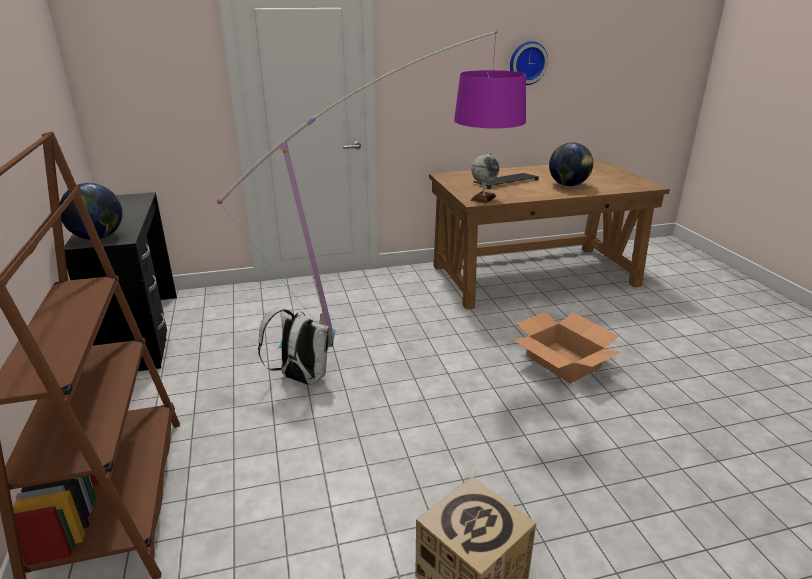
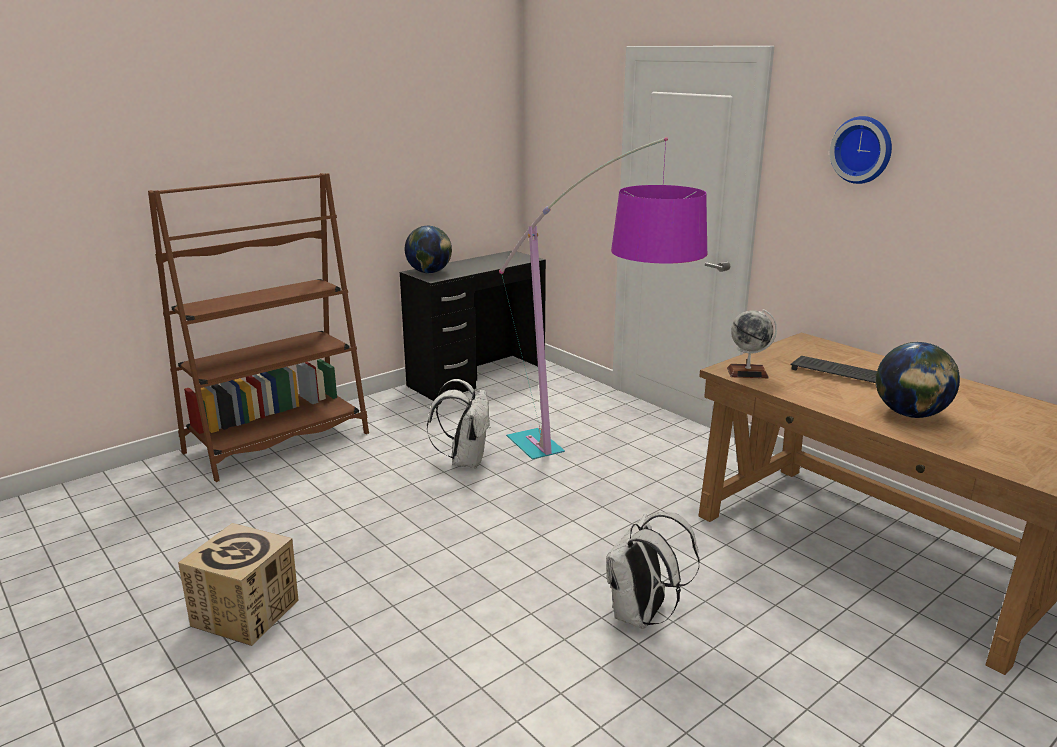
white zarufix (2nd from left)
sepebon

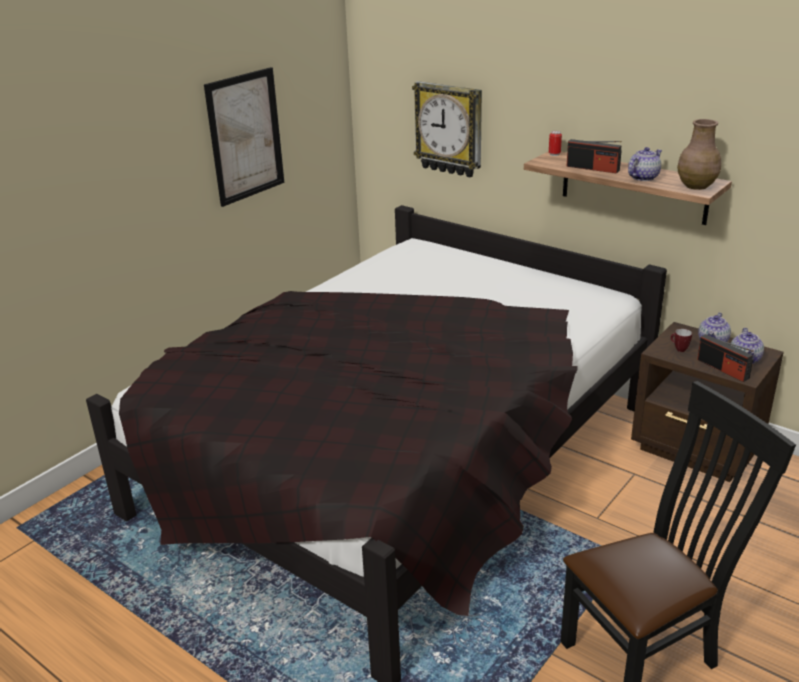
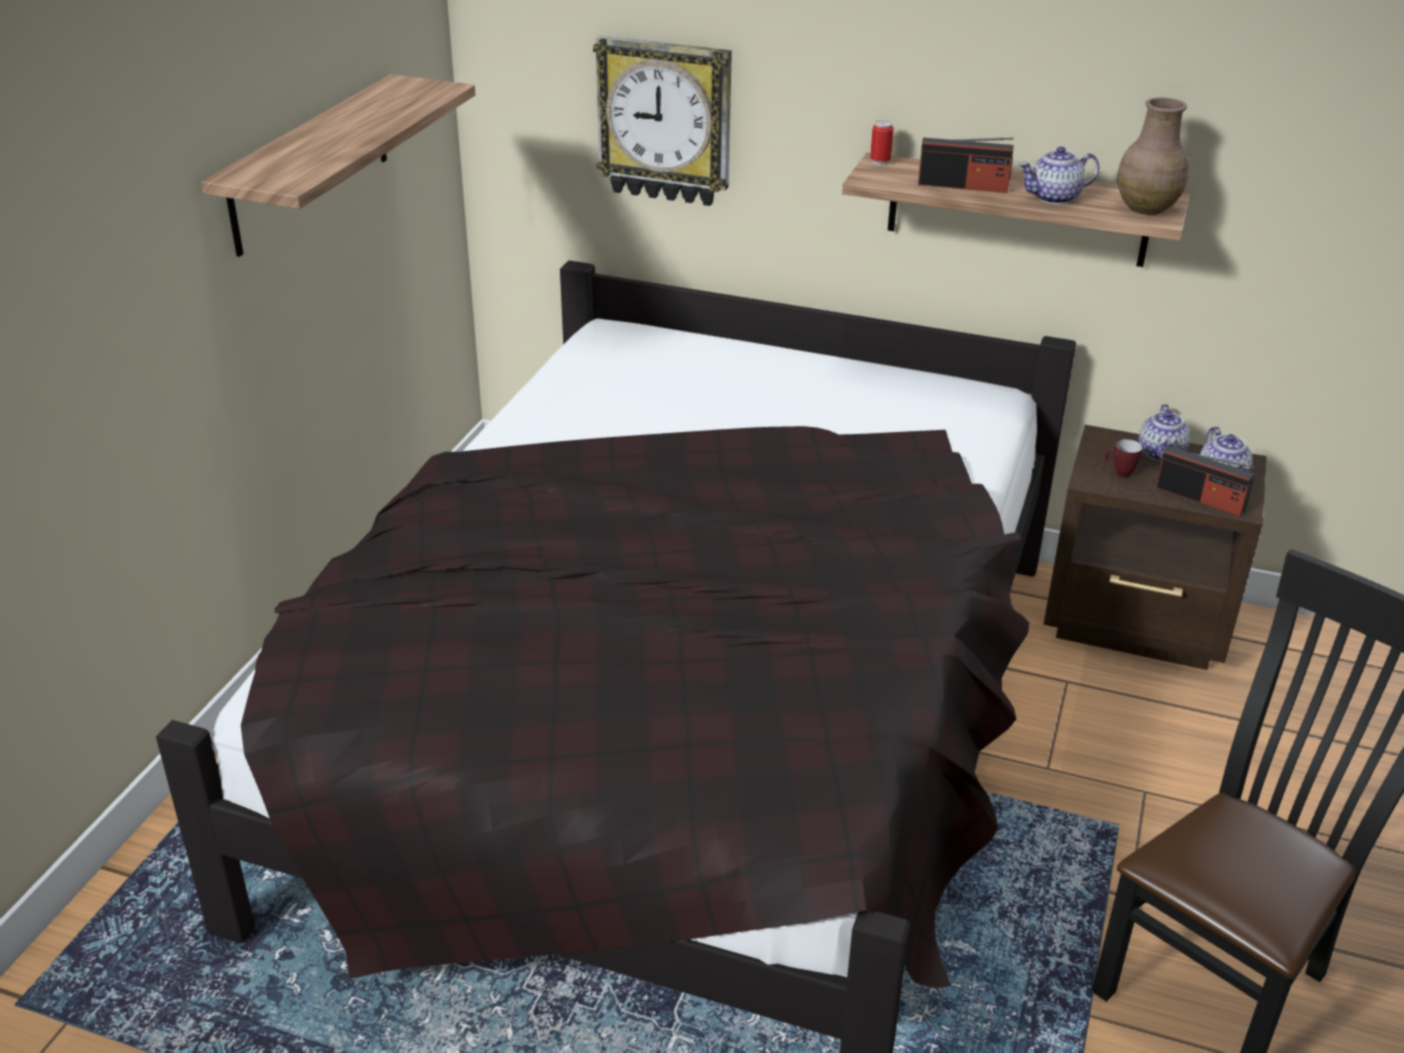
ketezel (1st from left)
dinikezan (1st from left)

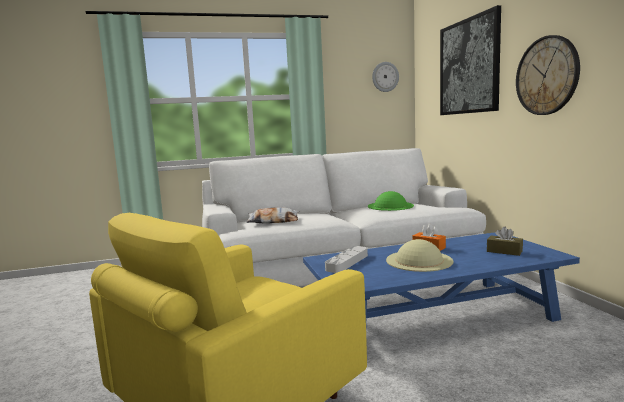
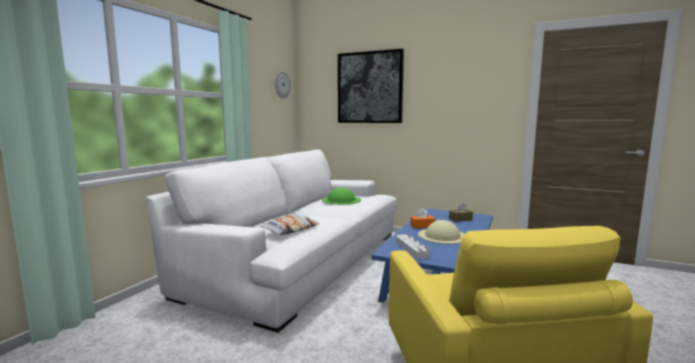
sepebon (2nd from left in the first image)

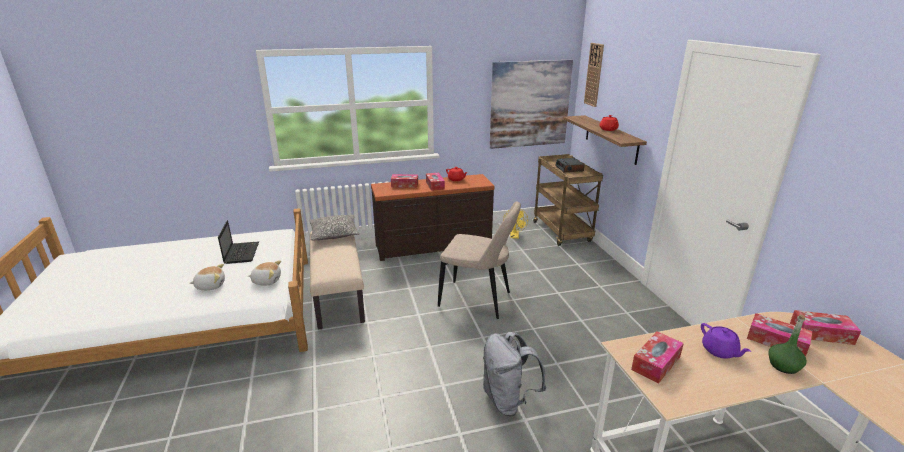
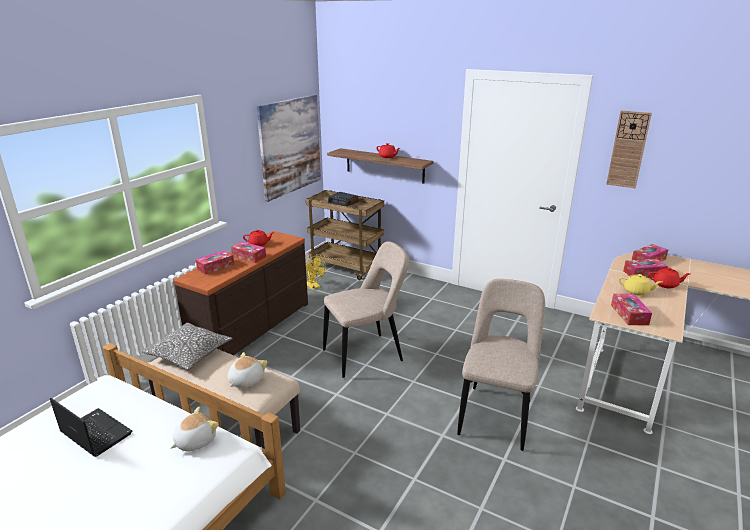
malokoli (2nd from left)
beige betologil (2nd from left)
sepebon
yellow dinikezan
red dinikezan (3rd from left)

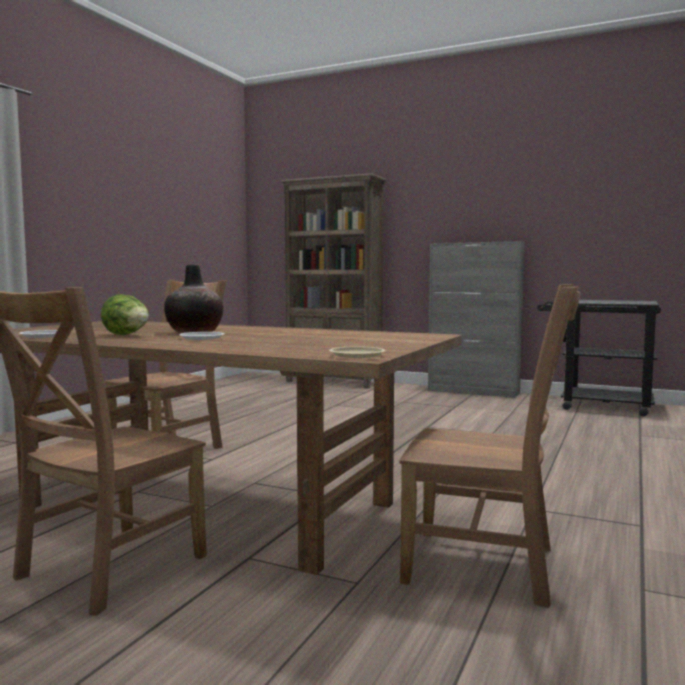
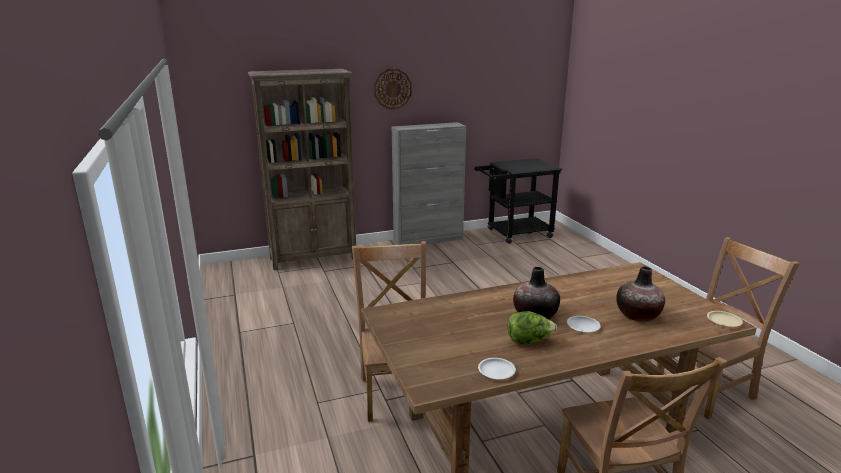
sepebon
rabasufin (2nd from left)

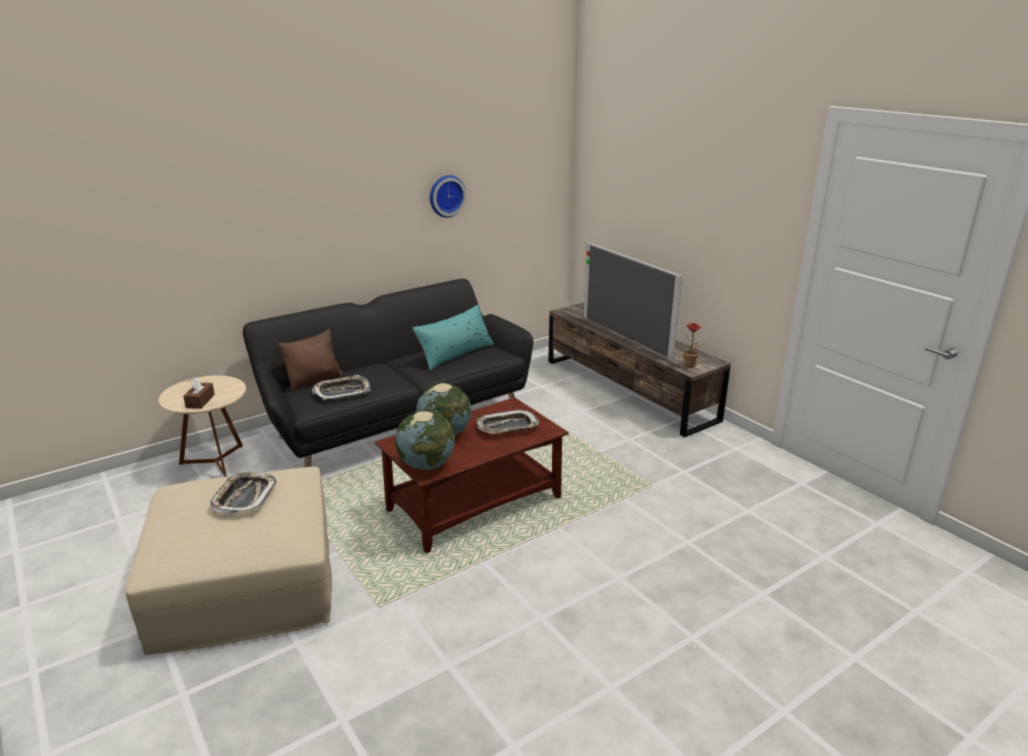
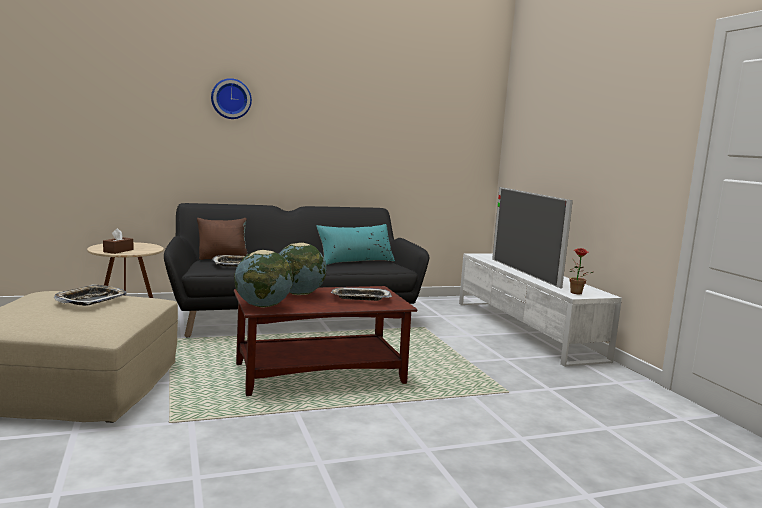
sepebon
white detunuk

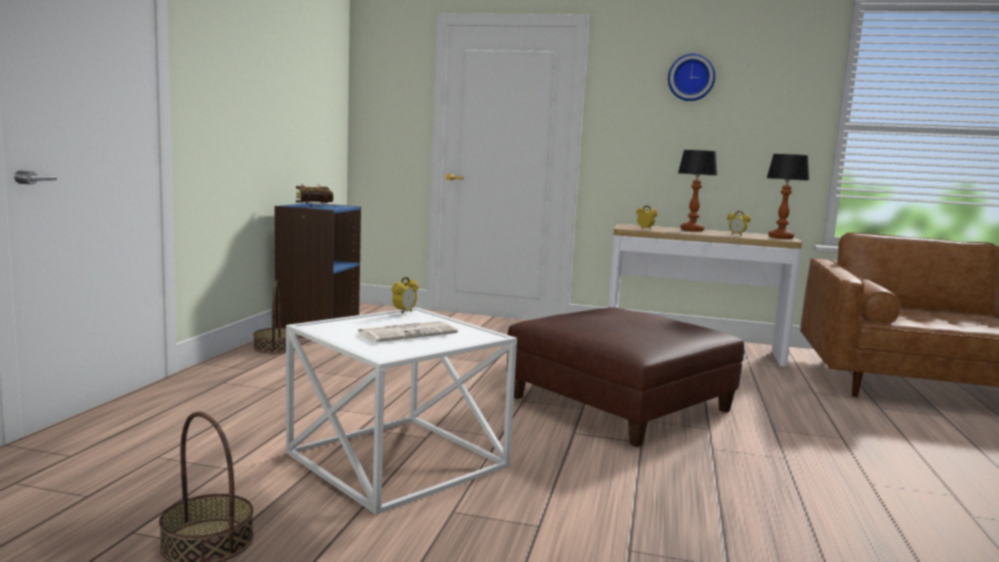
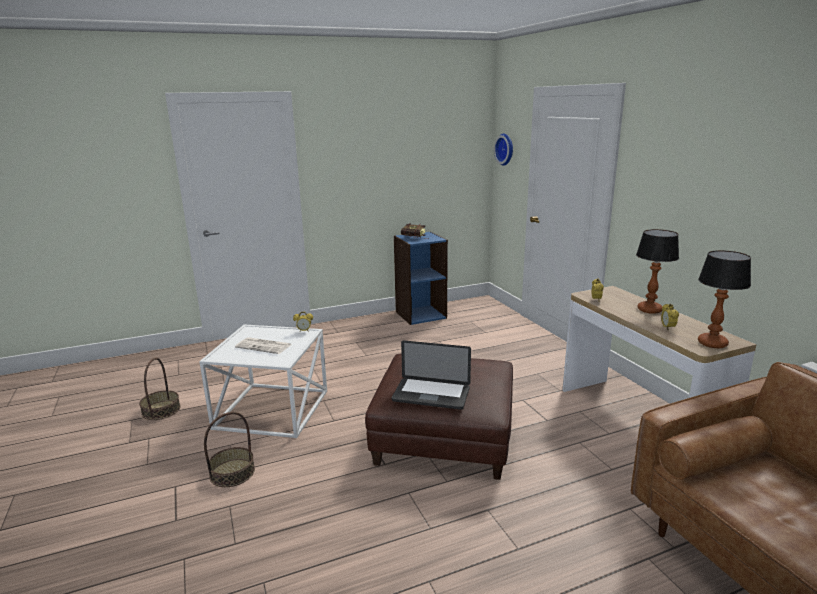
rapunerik (2nd from left)
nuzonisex
sepebon

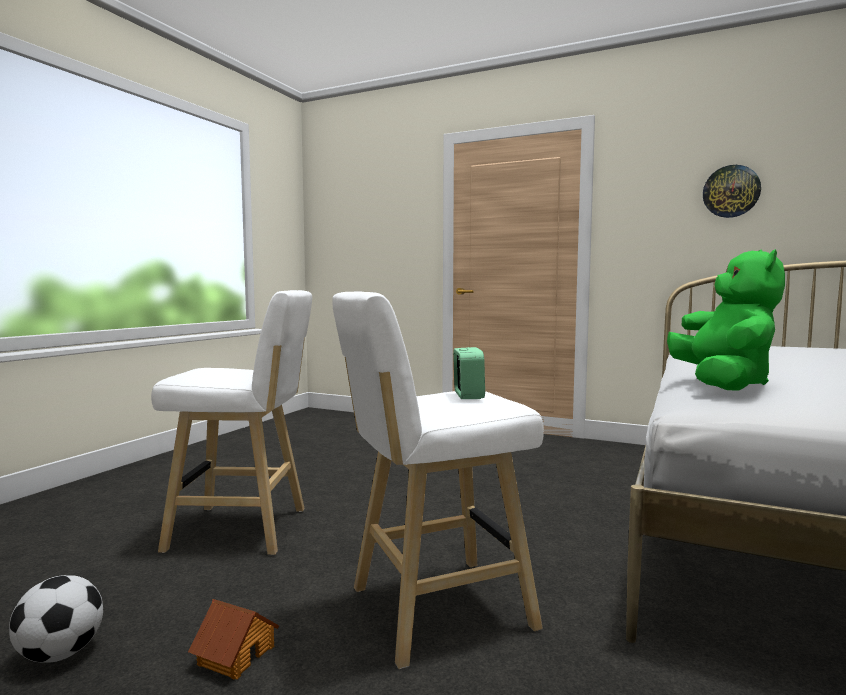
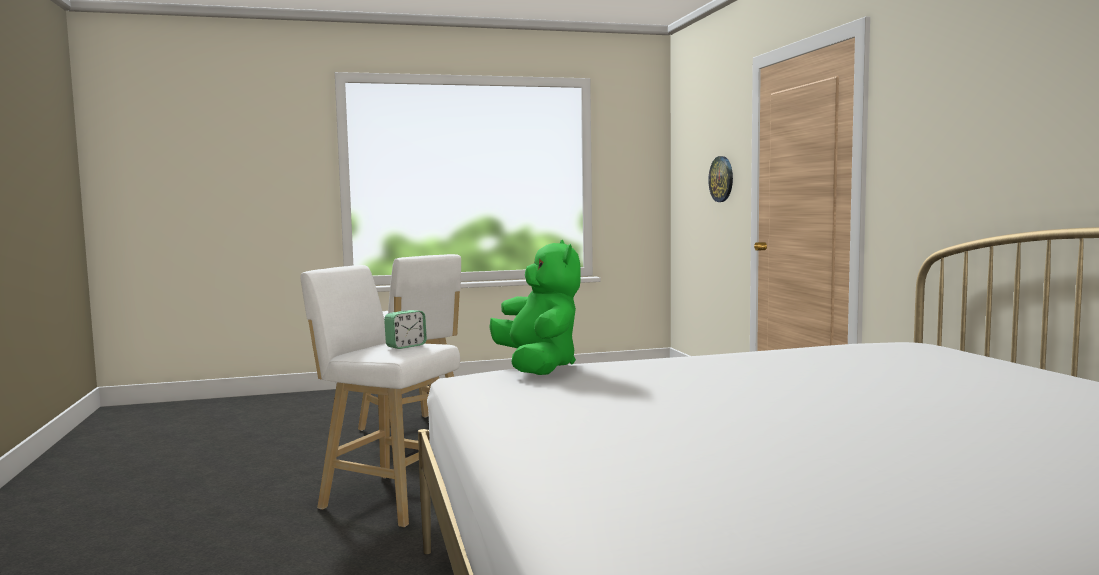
green malokoli
sepebon
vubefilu
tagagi

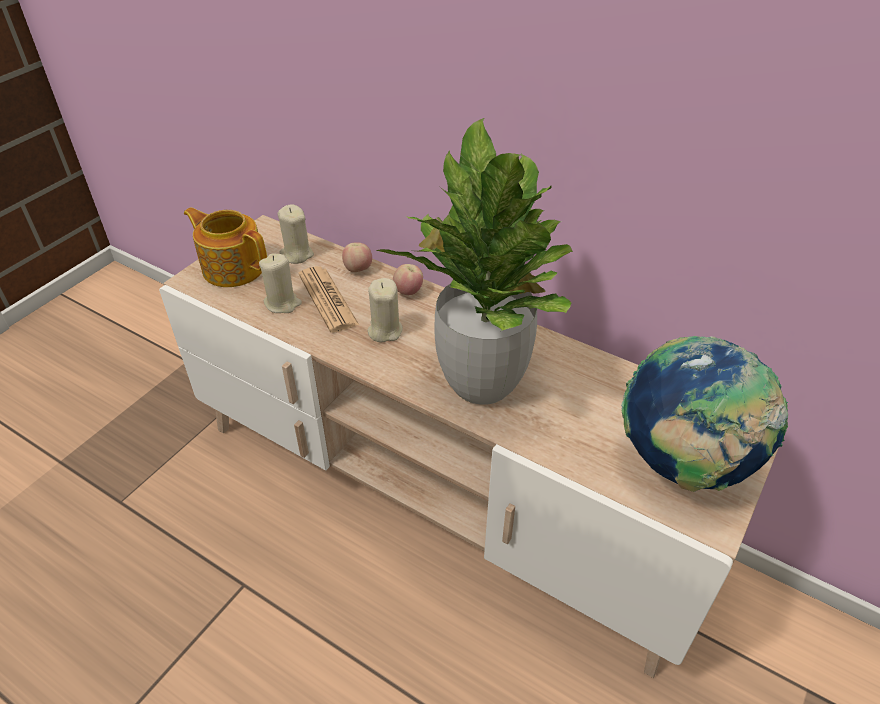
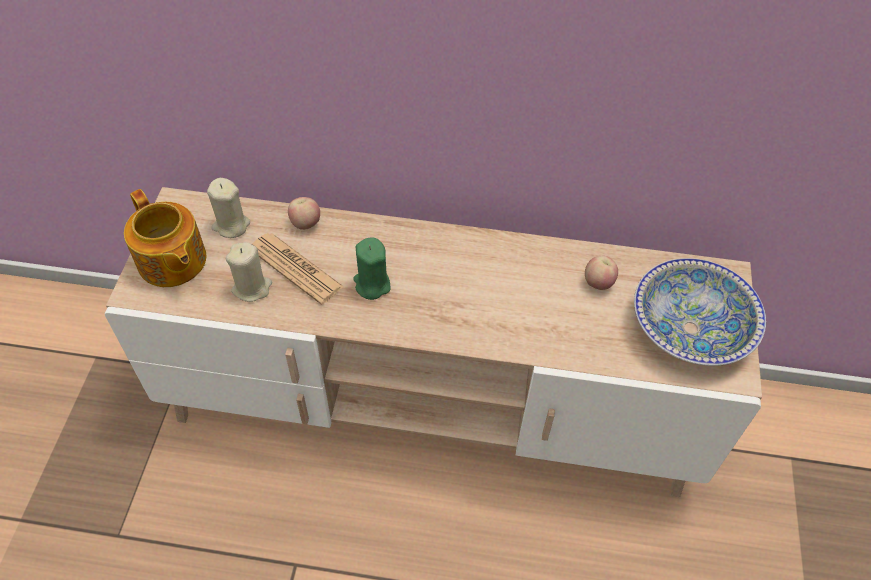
dinikezan
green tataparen
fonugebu (2nd from left)
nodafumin
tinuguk

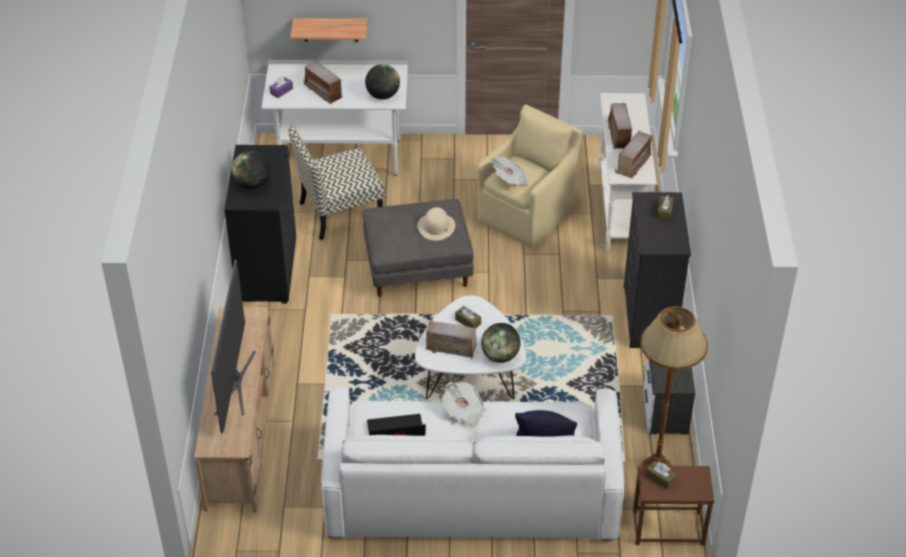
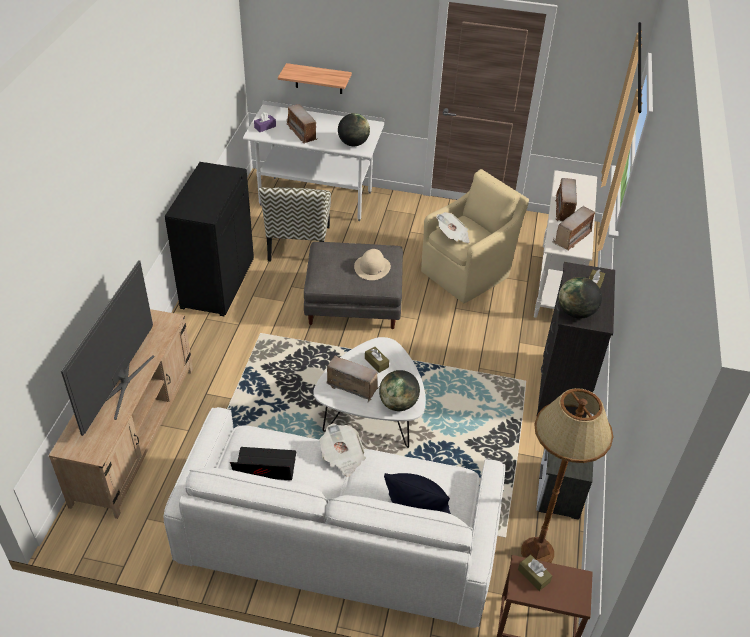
betologil
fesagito (3rd from left)

